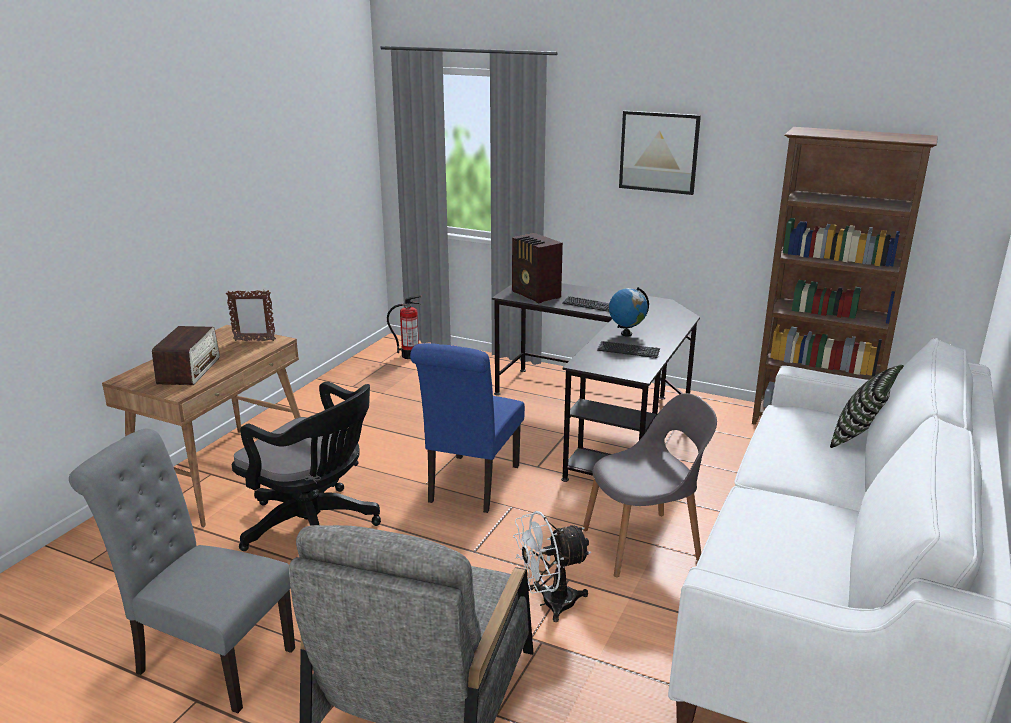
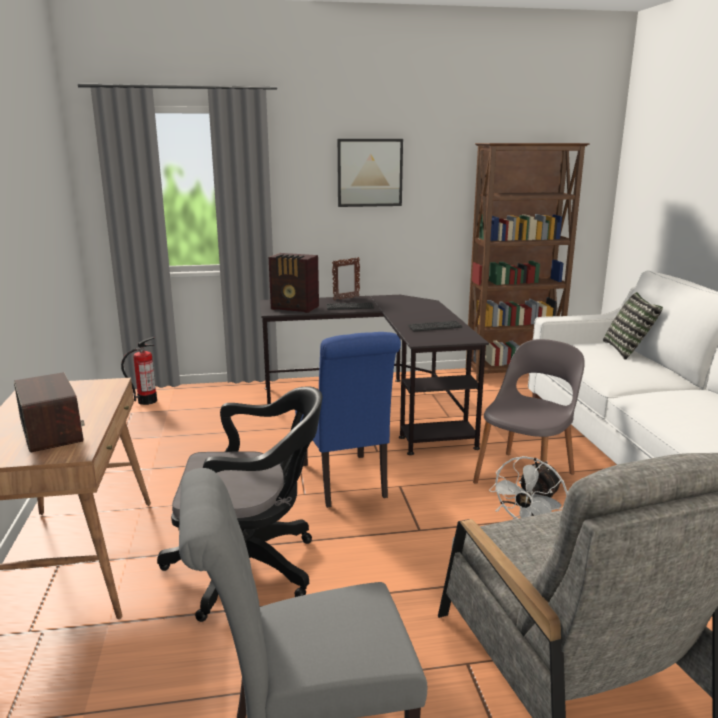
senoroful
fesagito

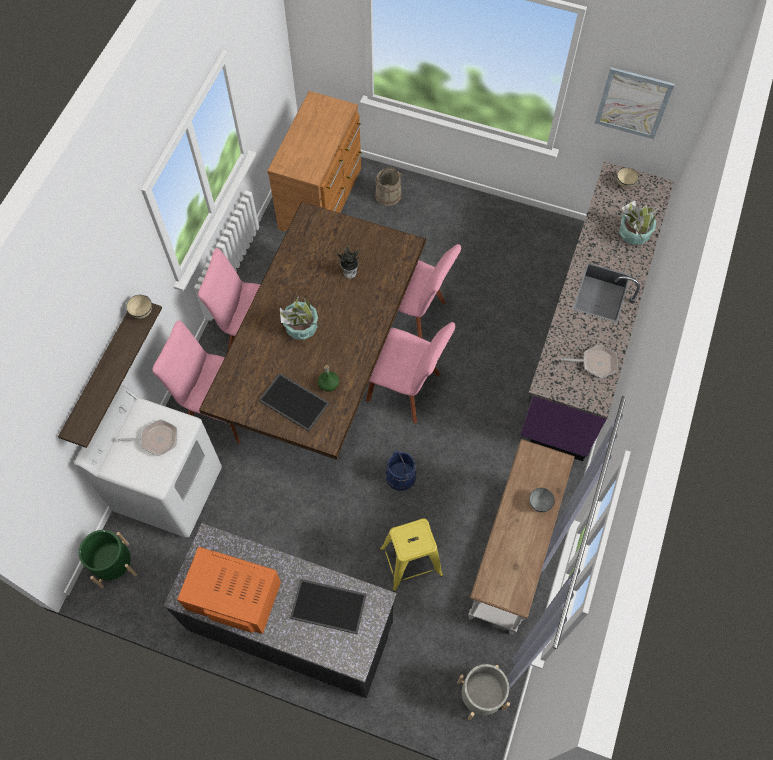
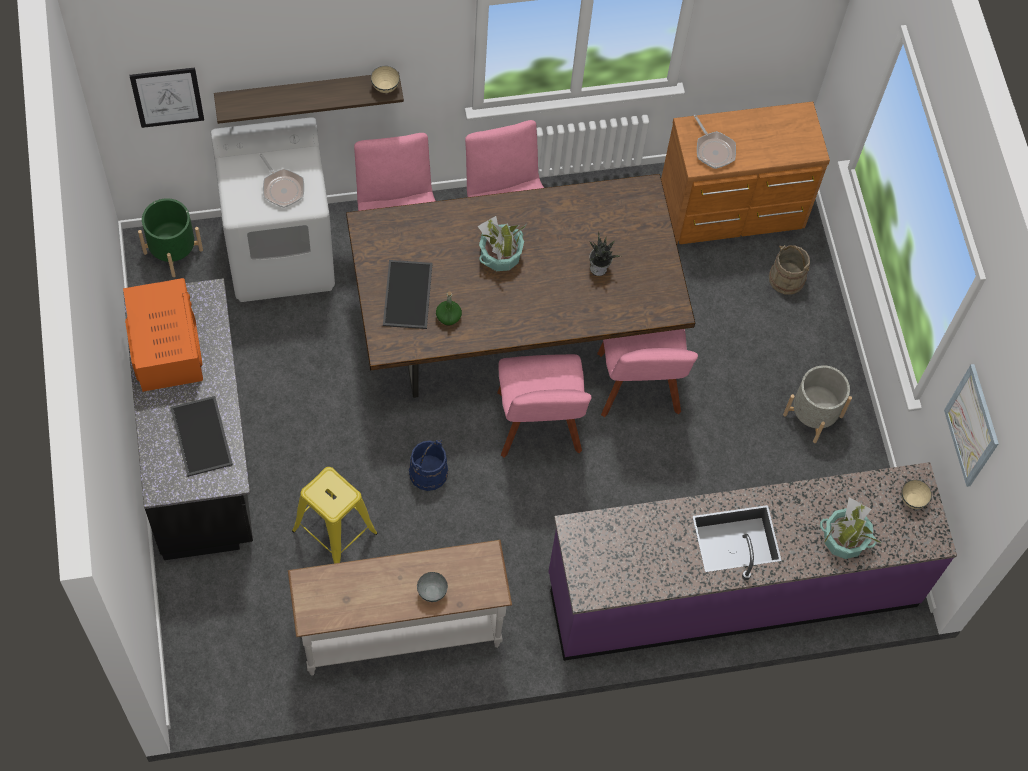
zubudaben (1st from left)
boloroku (2nd from left)
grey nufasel

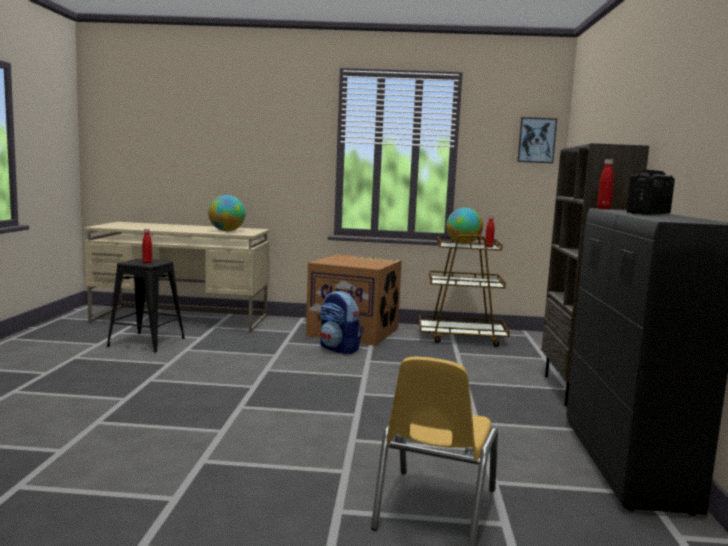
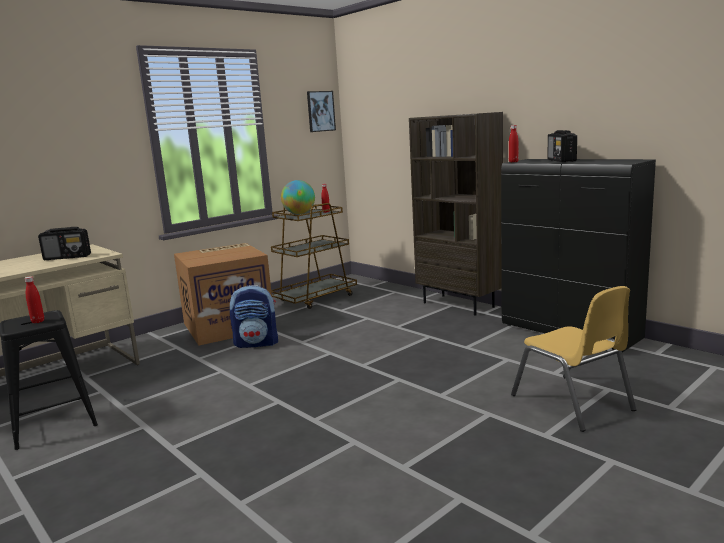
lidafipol (1st from left)

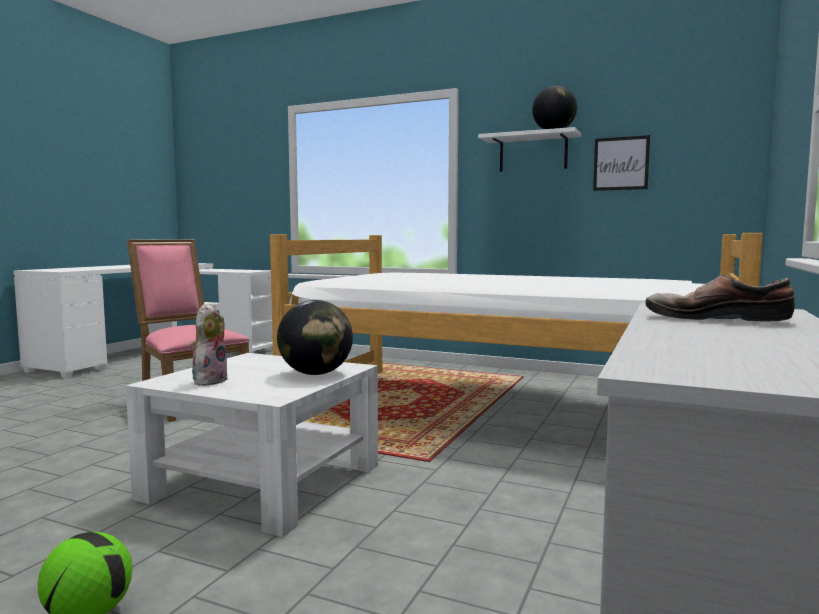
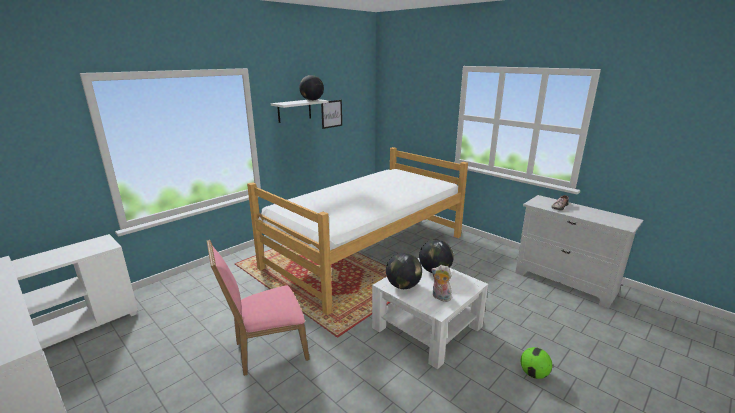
fesagito (2nd from left)

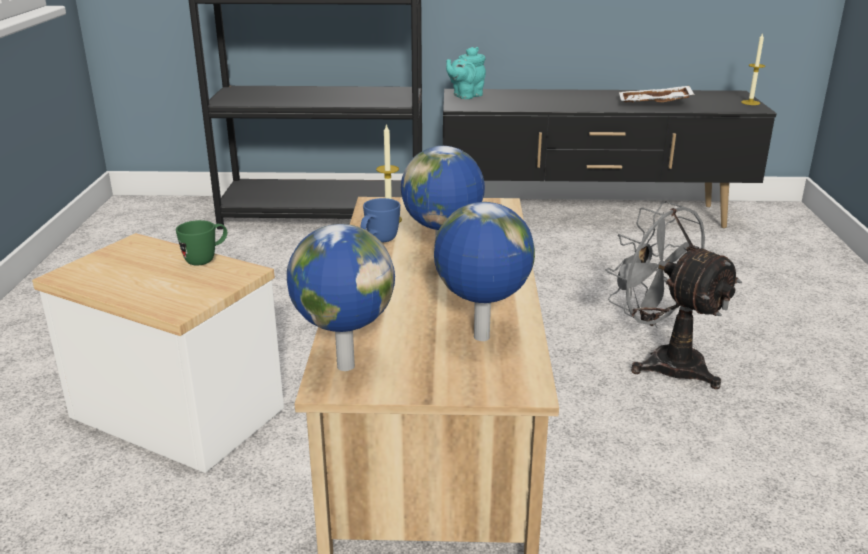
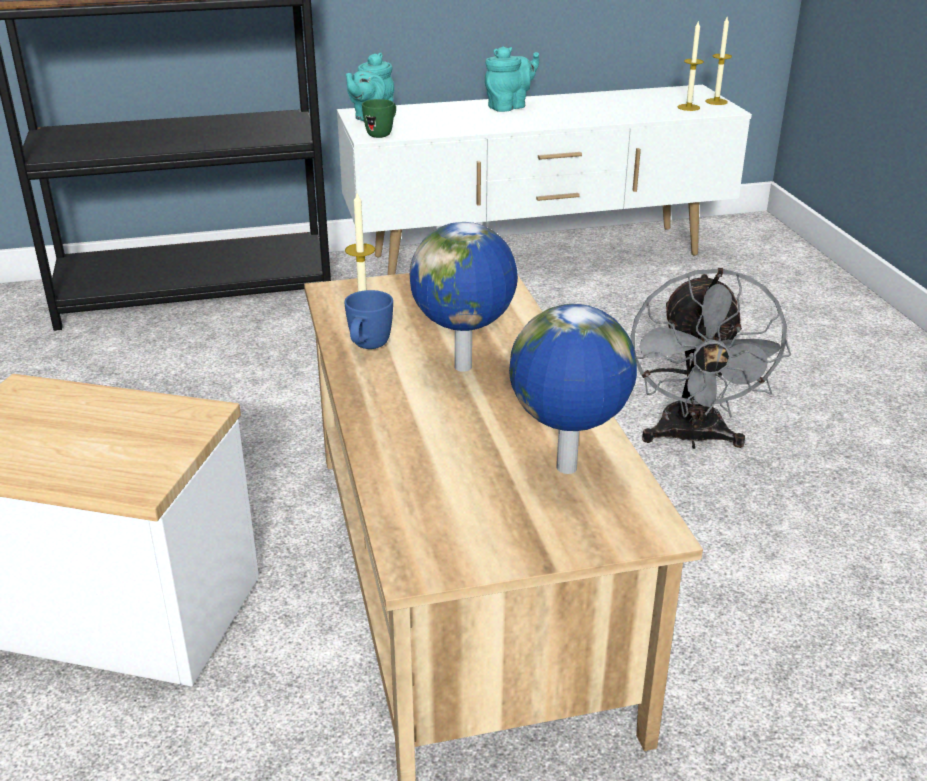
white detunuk
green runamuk
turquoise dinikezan (2nd from left)
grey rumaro
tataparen (2nd from left)
fesagito (1st from left in the first image)
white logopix

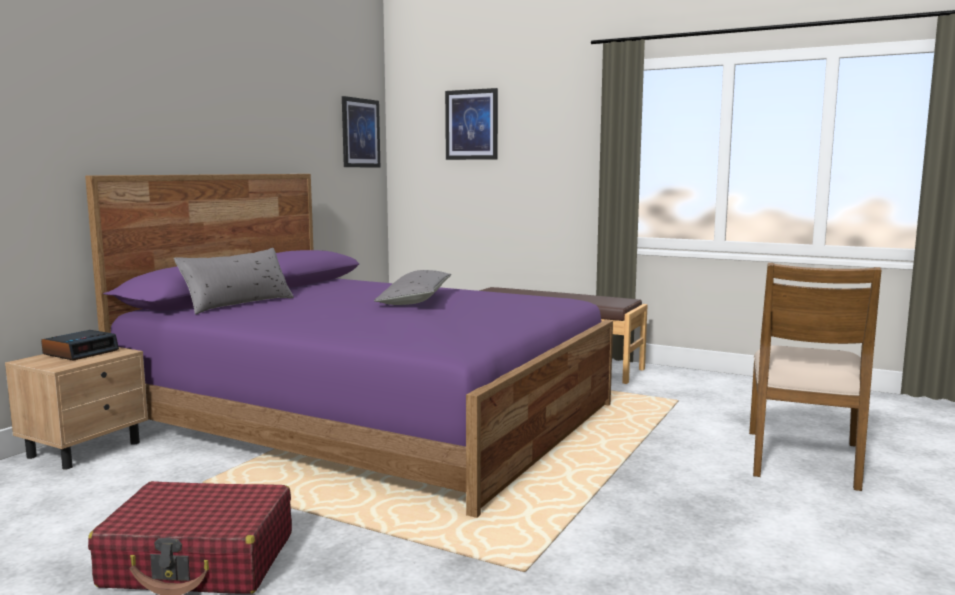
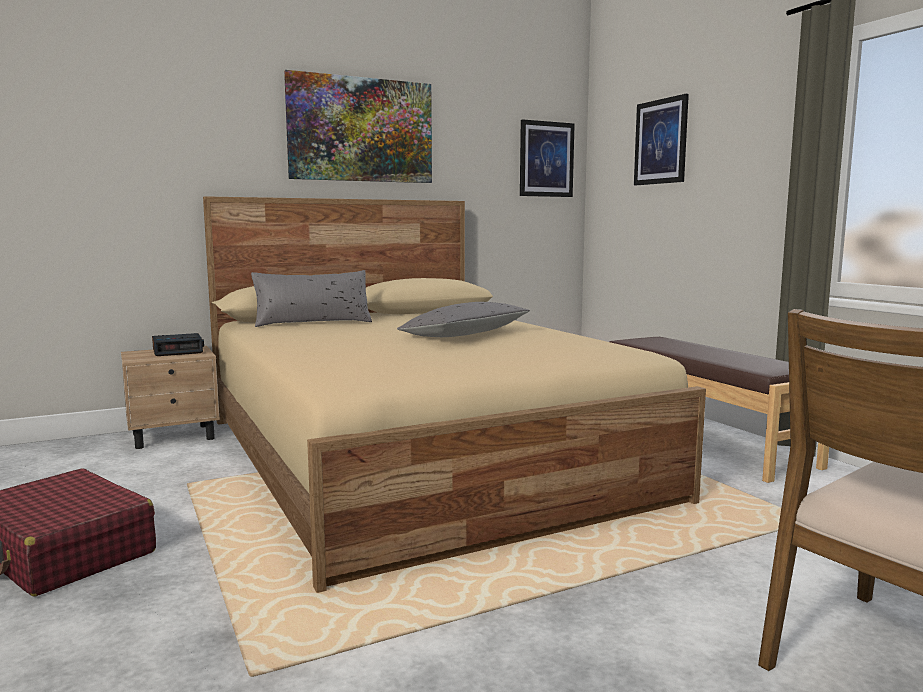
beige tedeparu
zubudaben (1st from left)

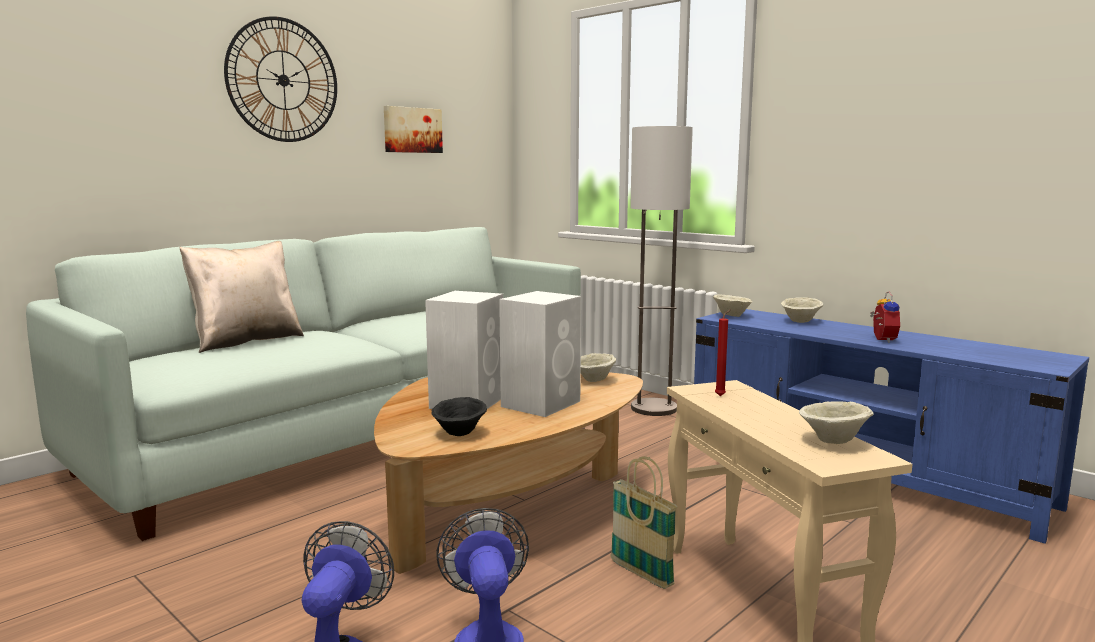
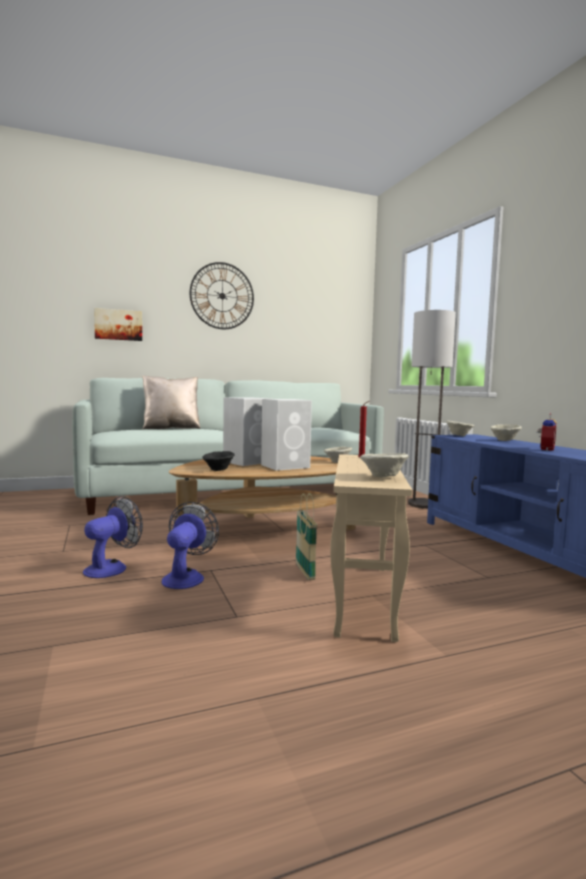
zubudaben

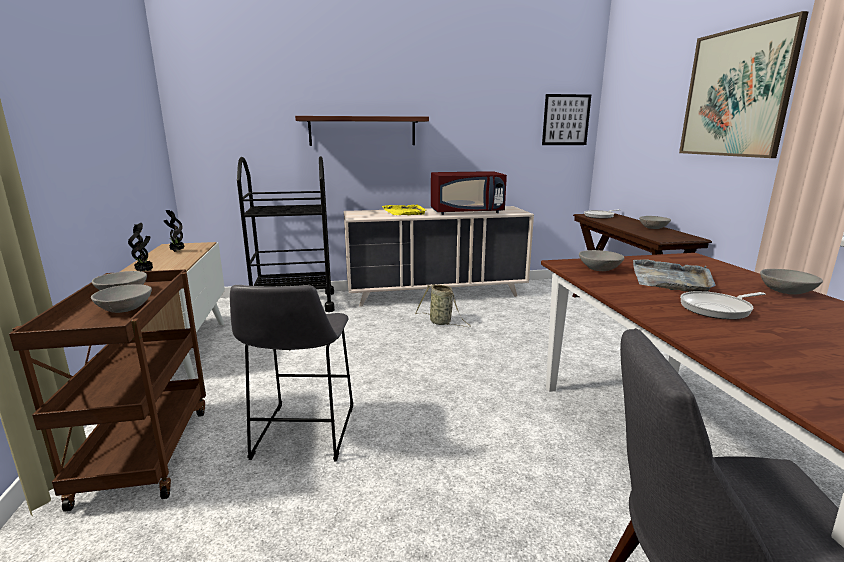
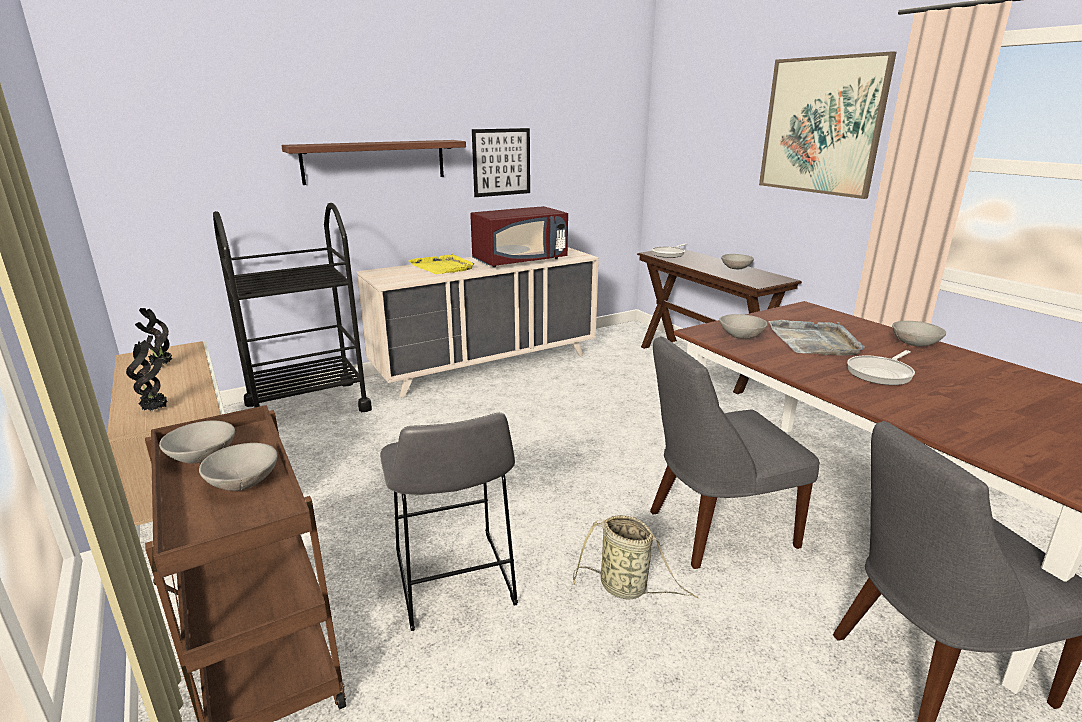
zubudaben (1st from left)
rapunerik
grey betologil (1st from left)

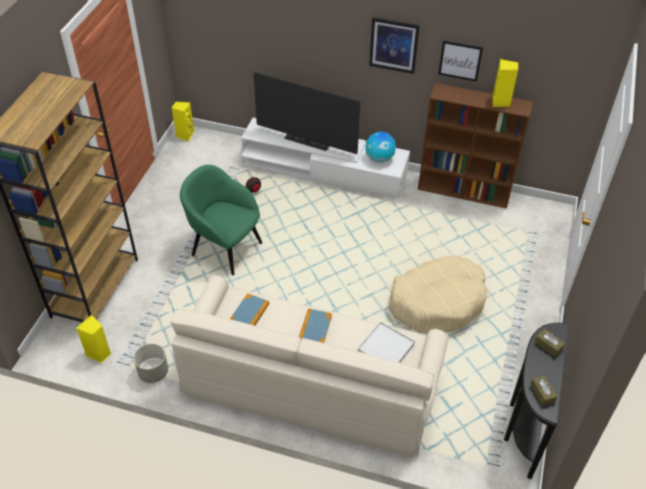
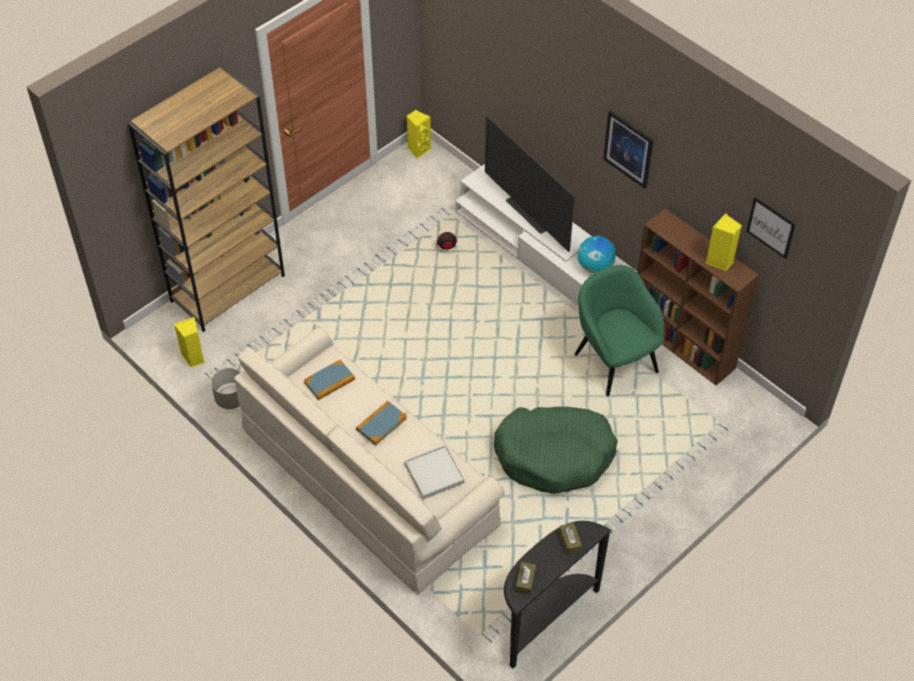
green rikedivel
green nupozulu
zubudaben (2nd from left)

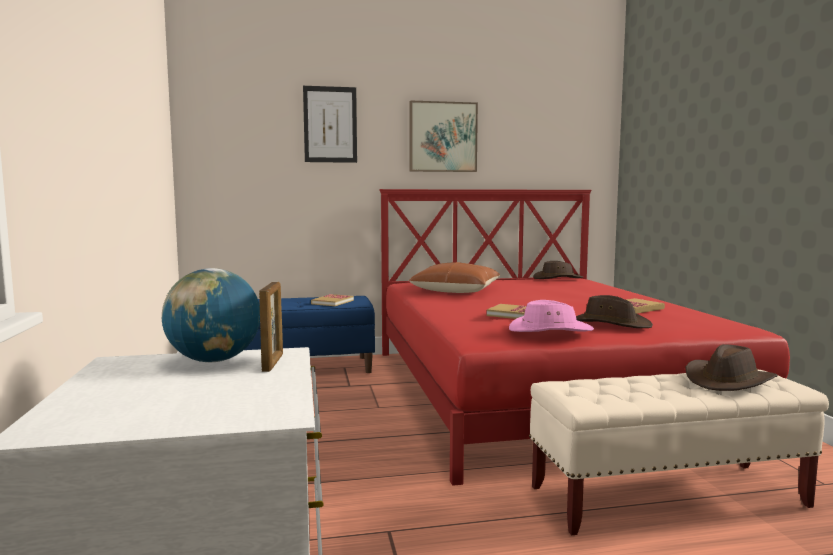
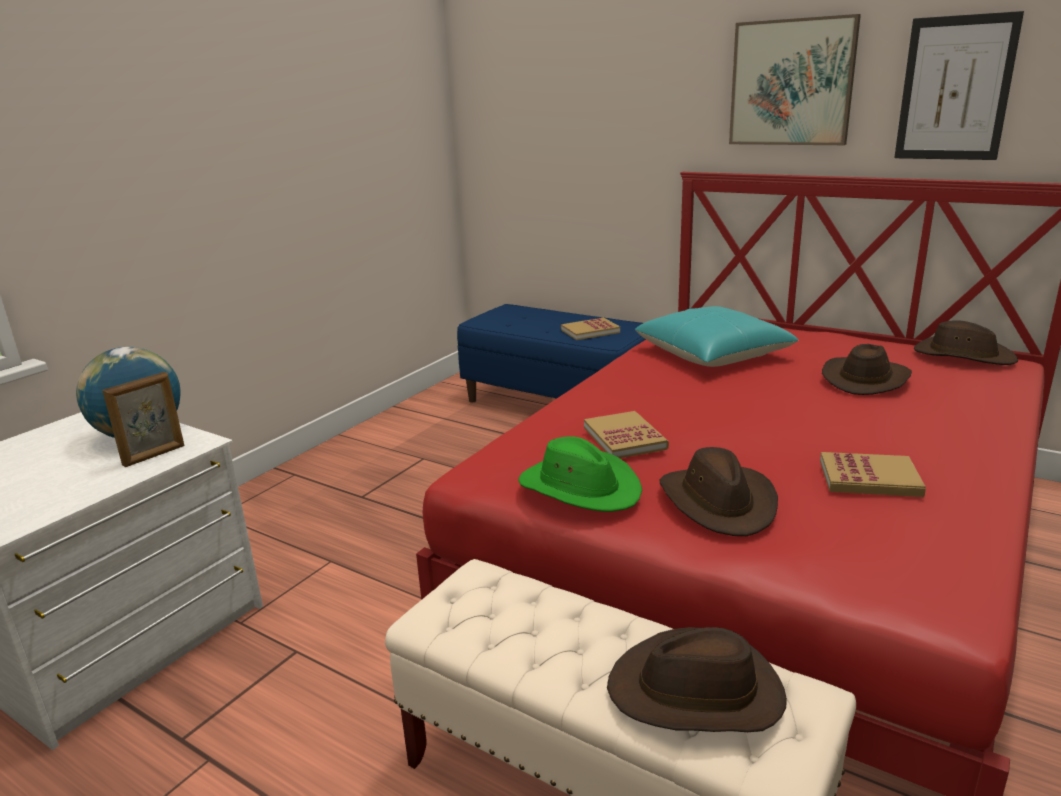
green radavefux
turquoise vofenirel
brown radavefux (3rd from left)
zubudaben (2nd from left)

